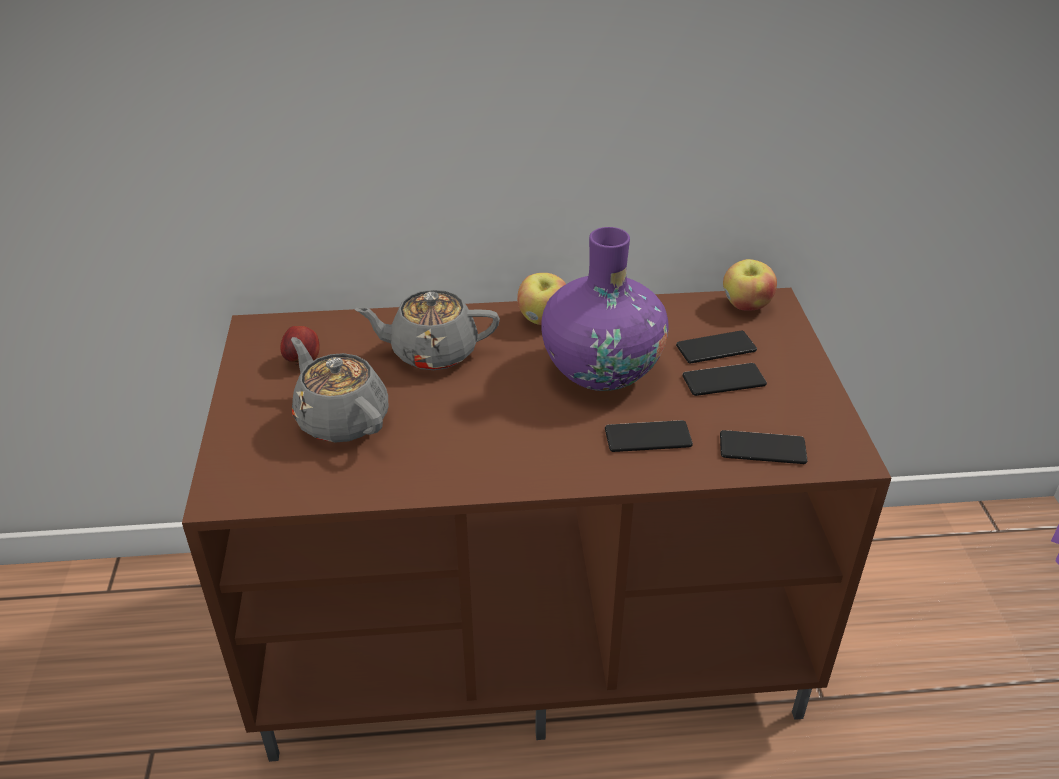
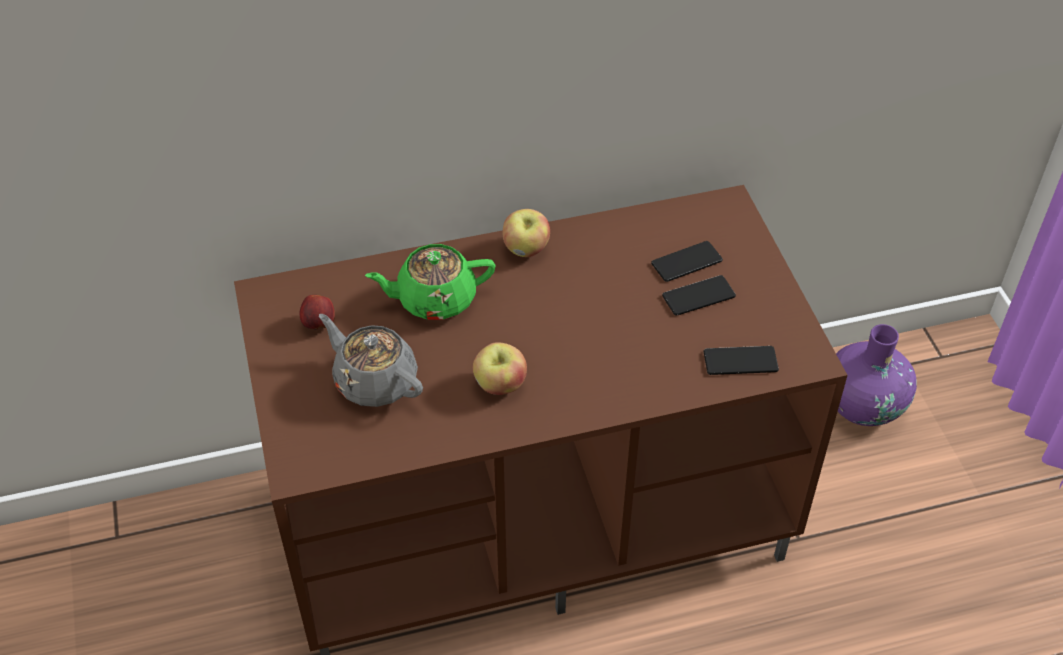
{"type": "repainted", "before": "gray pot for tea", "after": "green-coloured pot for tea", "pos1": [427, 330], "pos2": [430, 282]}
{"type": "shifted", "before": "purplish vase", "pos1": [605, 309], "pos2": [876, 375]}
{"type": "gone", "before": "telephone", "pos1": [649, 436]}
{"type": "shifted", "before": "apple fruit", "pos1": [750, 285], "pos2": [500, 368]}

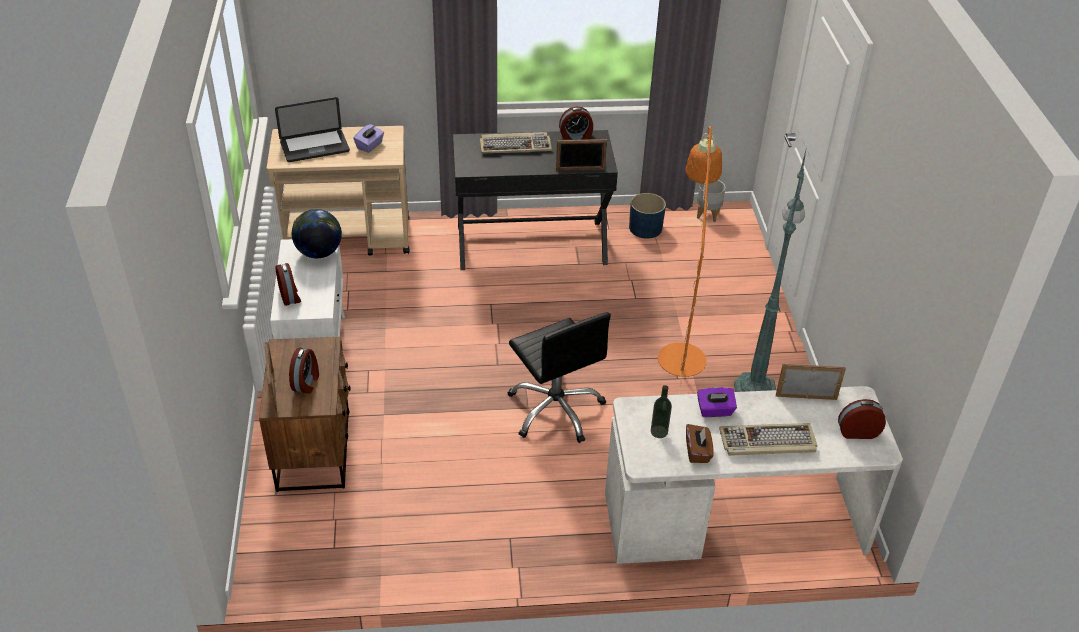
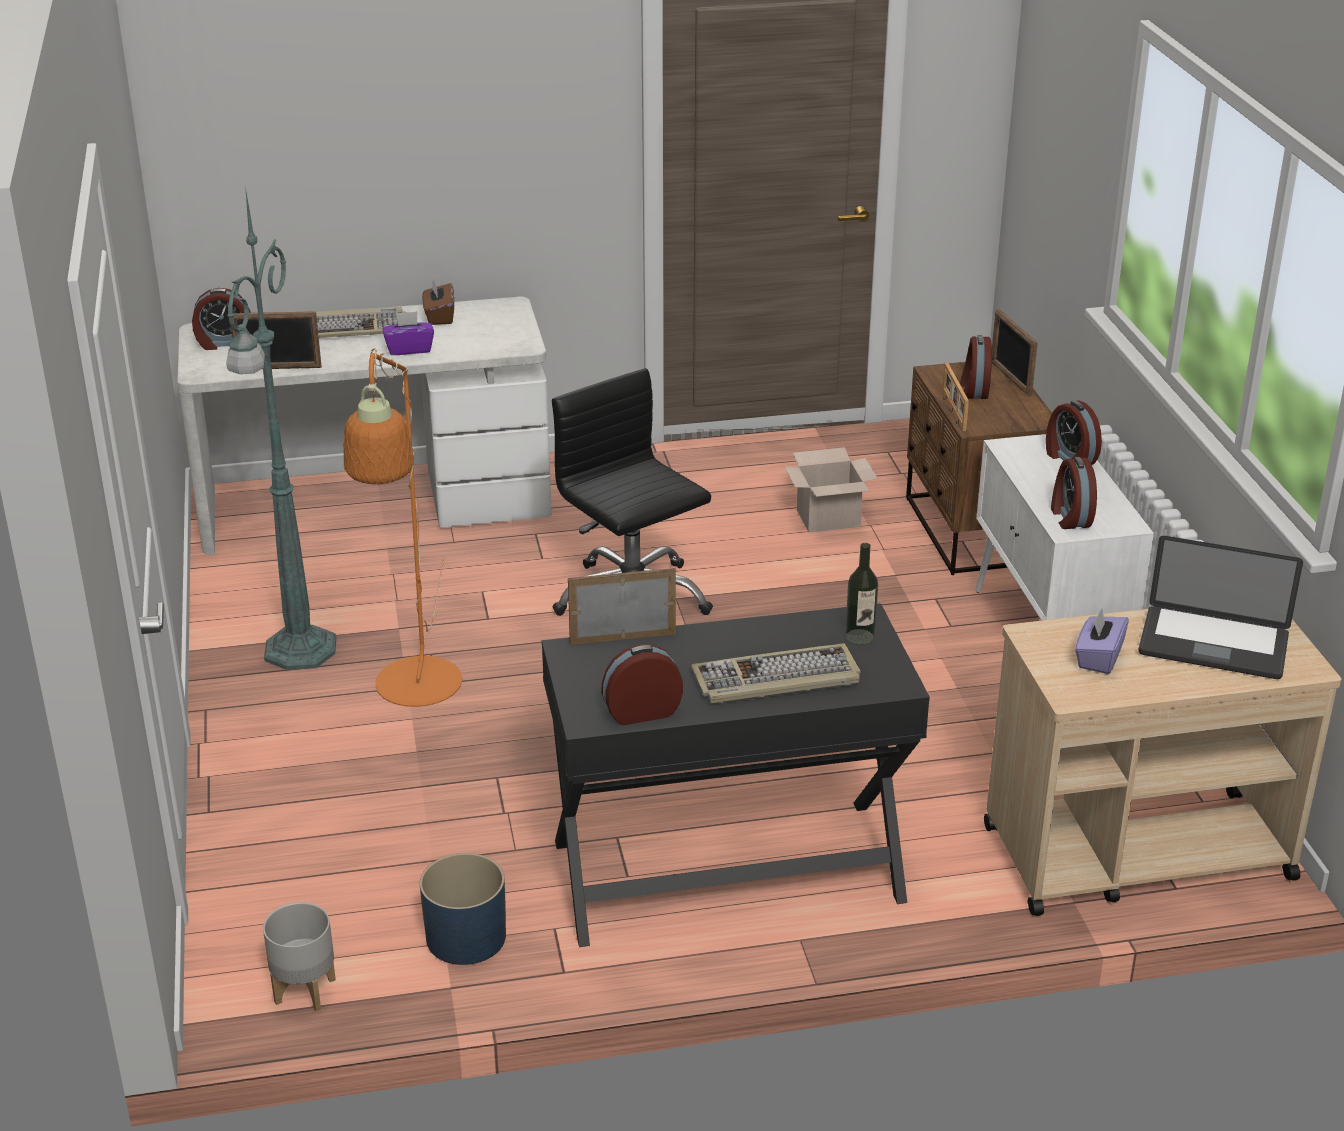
{"type": "rotated", "before": "laptop", "pos1": [312, 129], "pos2": [1220, 607], "turn": -135}
{"type": "swapped", "before": "globe", "after": "table clock", "pos1": [317, 233], "pos2": [1074, 493]}
{"type": "shifted", "before": "bottle", "pos1": [661, 411], "pos2": [861, 594]}
{"type": "new", "after": "packing box", "pos2": [831, 490]}
{"type": "new", "after": "standing frame", "pos2": [955, 397]}

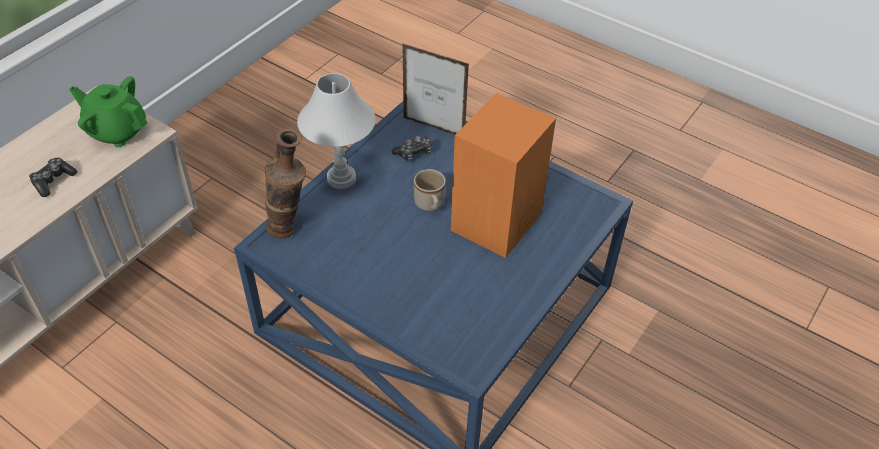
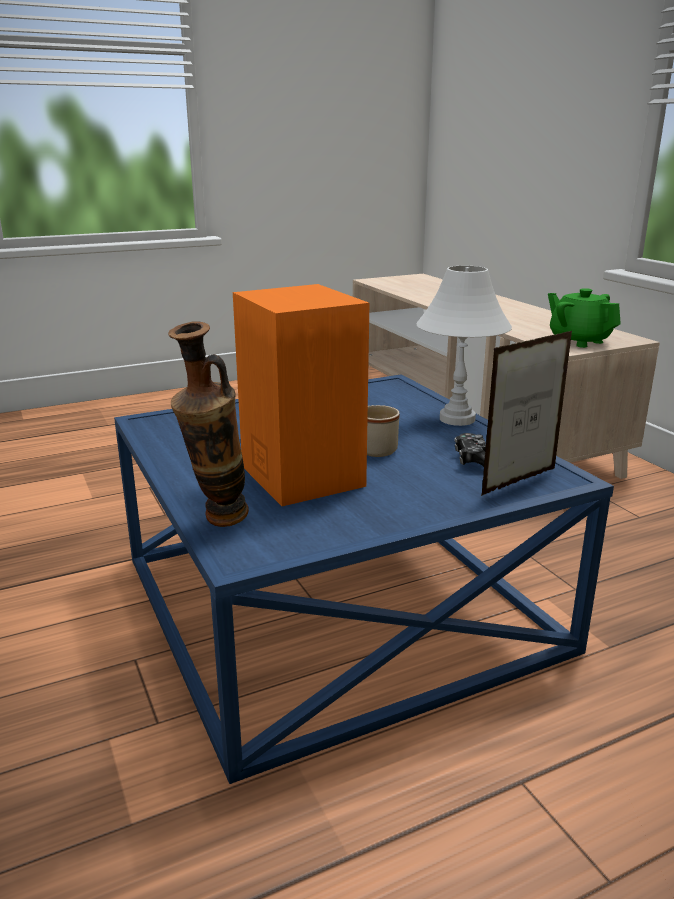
{"type": "gone", "before": "joypad", "pos1": [53, 177]}
{"type": "rotated", "before": "green-coloured pot for tea", "pos1": [108, 111], "pos2": [584, 318], "turn": -90}
{"type": "shifted", "before": "vase", "pos1": [285, 184], "pos2": [208, 424]}

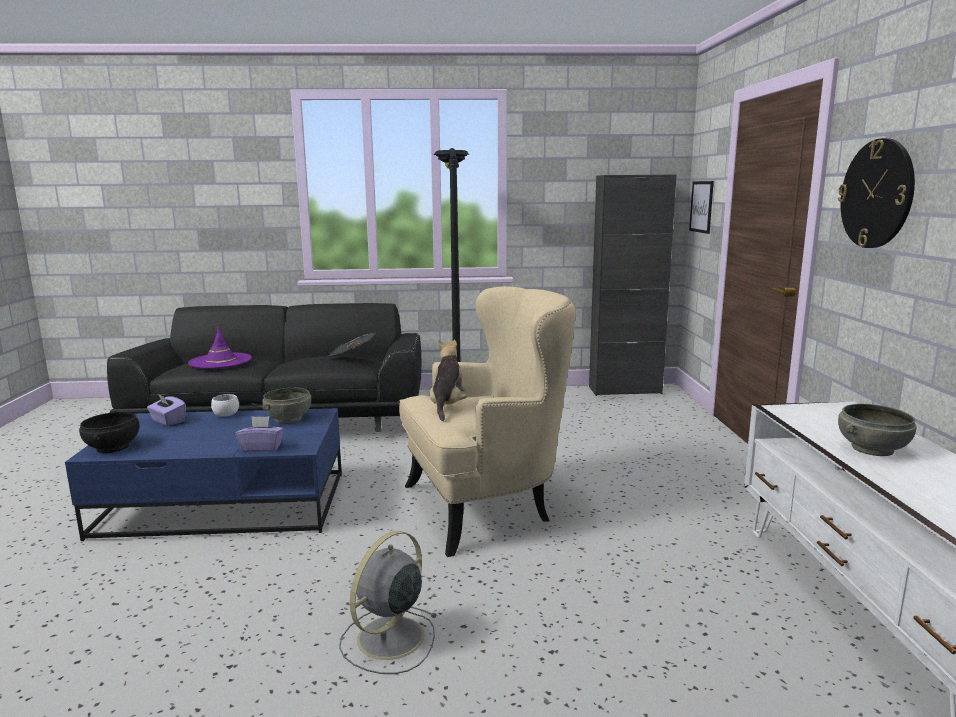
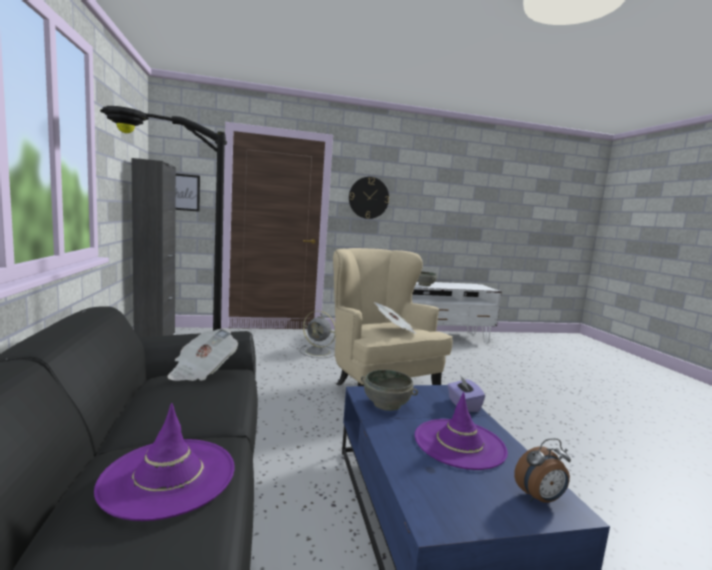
{"type": "swapped", "before": "black-coloured bowl", "after": "table clock", "pos1": [109, 432], "pos2": [542, 470]}
{"type": "gone", "before": "purplish tissue box", "pos1": [166, 409]}
{"type": "gone", "before": "whitish bowl", "pos1": [225, 405]}
{"type": "shifted", "before": "gray electric fan", "pos1": [388, 602], "pos2": [317, 334]}
{"type": "swapped", "before": "plush toy", "after": "newspaper", "pos1": [448, 380], "pos2": [395, 318]}
{"type": "new", "after": "purplish clothing hat", "pos2": [461, 431]}

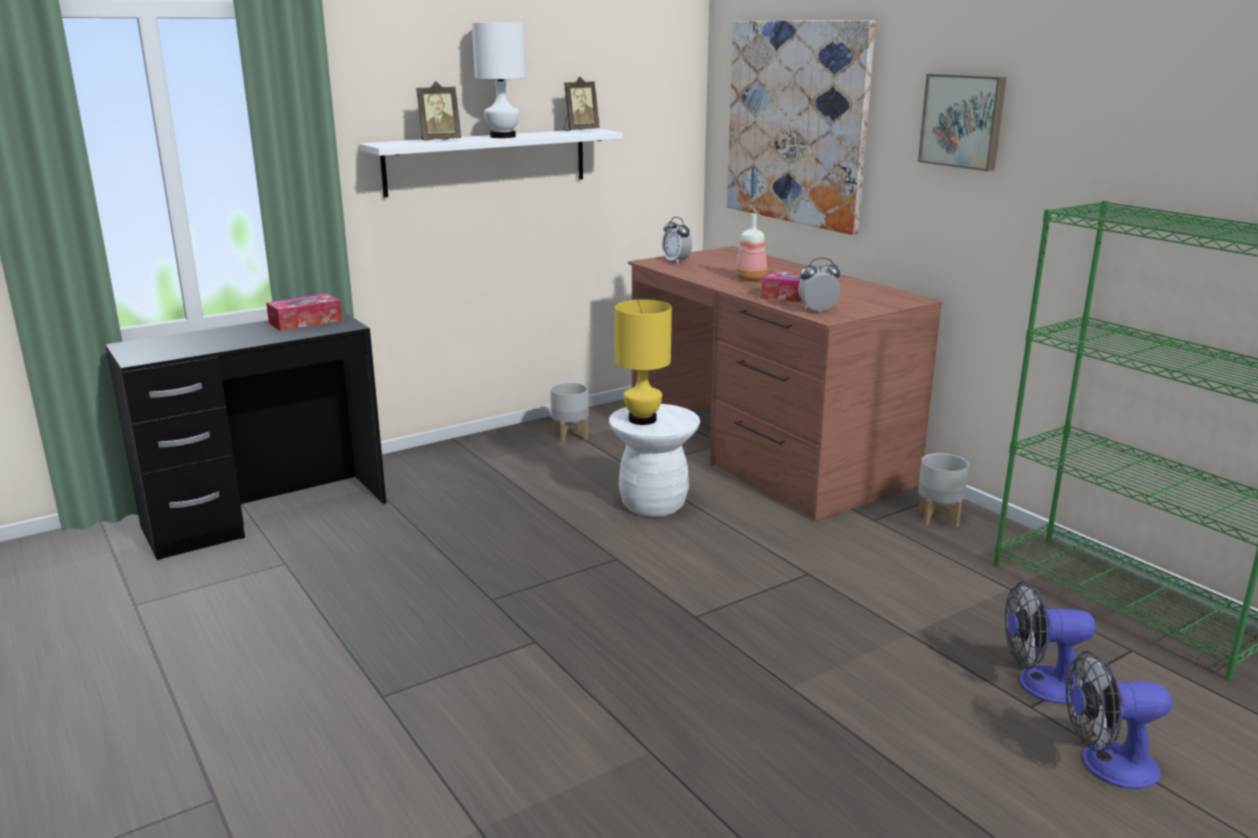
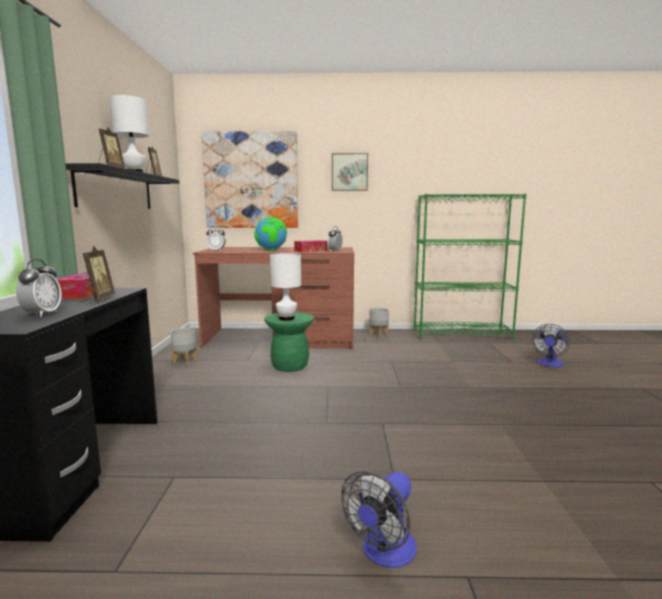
{"type": "repainted", "before": "whitish bracket shelf", "after": "black-coloured bracket shelf", "pos1": [490, 163], "pos2": [122, 186]}
{"type": "repainted", "before": "whitish sitting stool", "after": "green-coloured sitting stool", "pos1": [654, 460], "pos2": [289, 342]}
{"type": "repainted", "before": "yellow lamp for a table", "after": "whitish lamp for a table", "pos1": [643, 362], "pos2": [285, 287]}
{"type": "swapped", "before": "bottle", "after": "globe", "pos1": [751, 247], "pos2": [270, 233]}
{"type": "shifted", "before": "electric fan", "pos1": [1050, 642], "pos2": [379, 519]}
{"type": "new", "after": "table clock", "pos2": [39, 288]}
{"type": "new", "after": "standing frame", "pos2": [98, 274]}

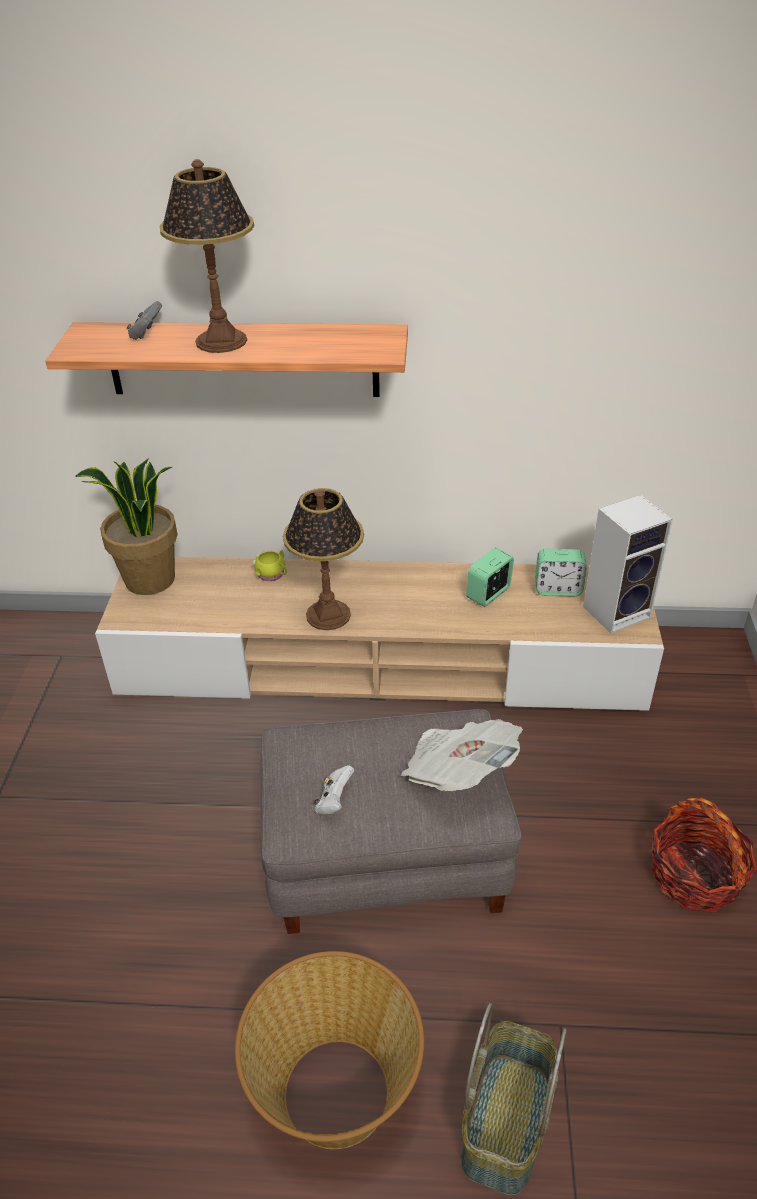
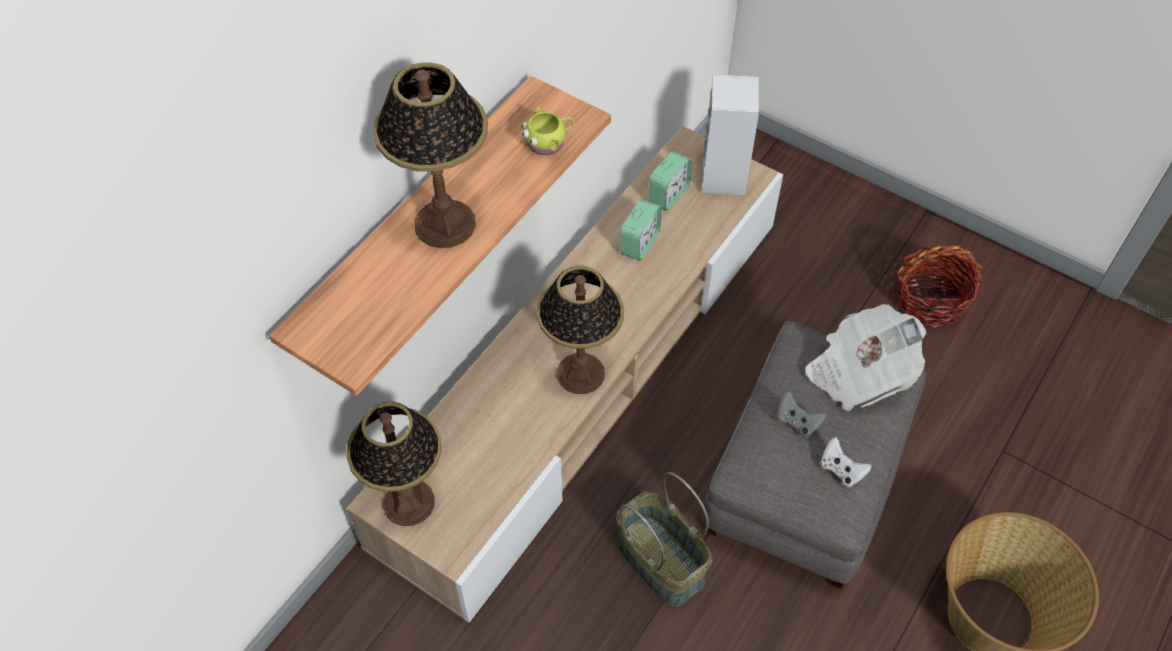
{"type": "swapped", "before": "houseplant", "after": "lamp for a table", "pos1": [126, 526], "pos2": [393, 464]}
{"type": "shifted", "before": "gray joypad", "pos1": [144, 320], "pos2": [801, 413]}
{"type": "shifted", "before": "yellow mug", "pos1": [269, 565], "pos2": [548, 131]}
{"type": "shifted", "before": "basket", "pos1": [514, 1099], "pos2": [664, 539]}
{"type": "rotated", "before": "table clock", "pos1": [490, 577], "pos2": [640, 230], "turn": -135}

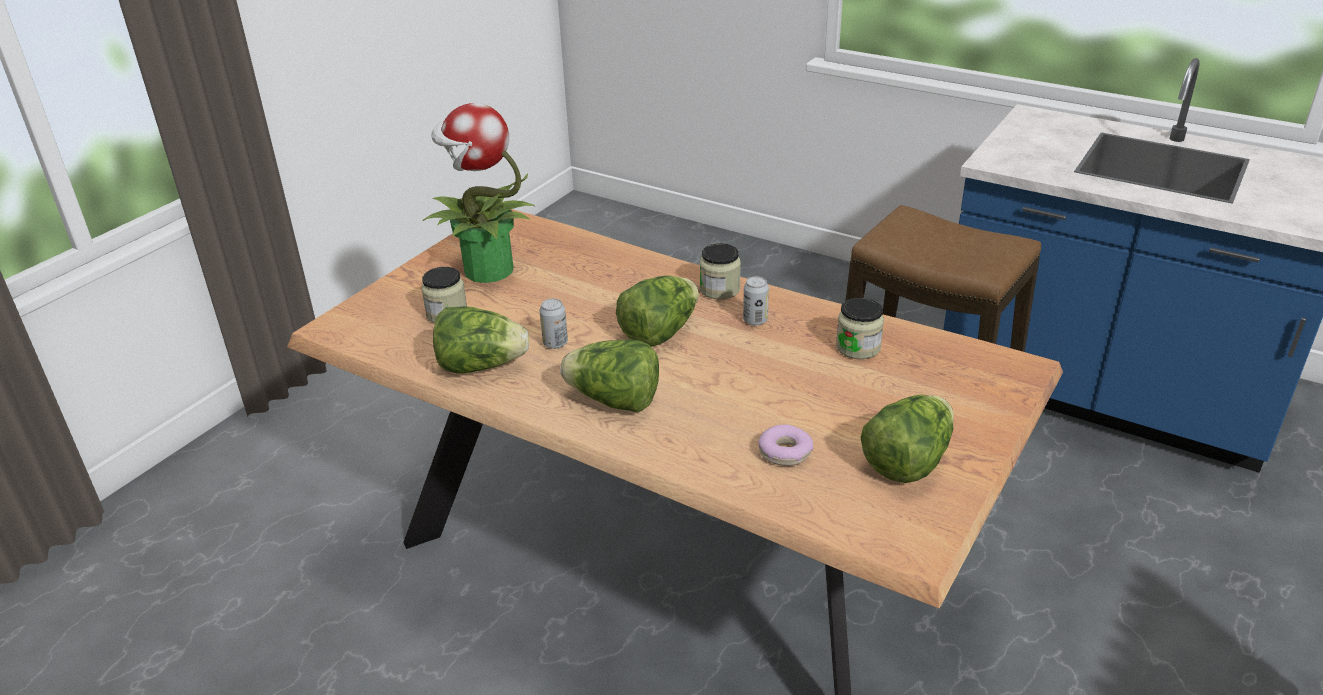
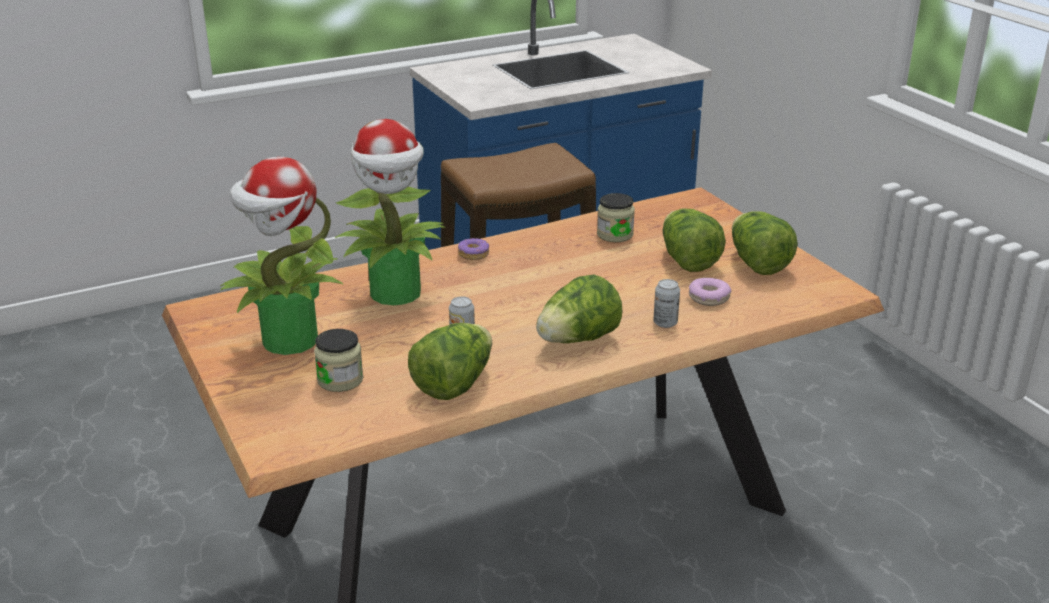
{"type": "shifted", "before": "lettuce head", "pos1": [657, 311], "pos2": [694, 240]}
{"type": "swapped", "before": "storage jar", "after": "ring doughnut", "pos1": [720, 271], "pos2": [473, 249]}
{"type": "shifted", "before": "can", "pos1": [756, 301], "pos2": [666, 303]}
{"type": "new", "after": "houseplant", "pos2": [390, 212]}

